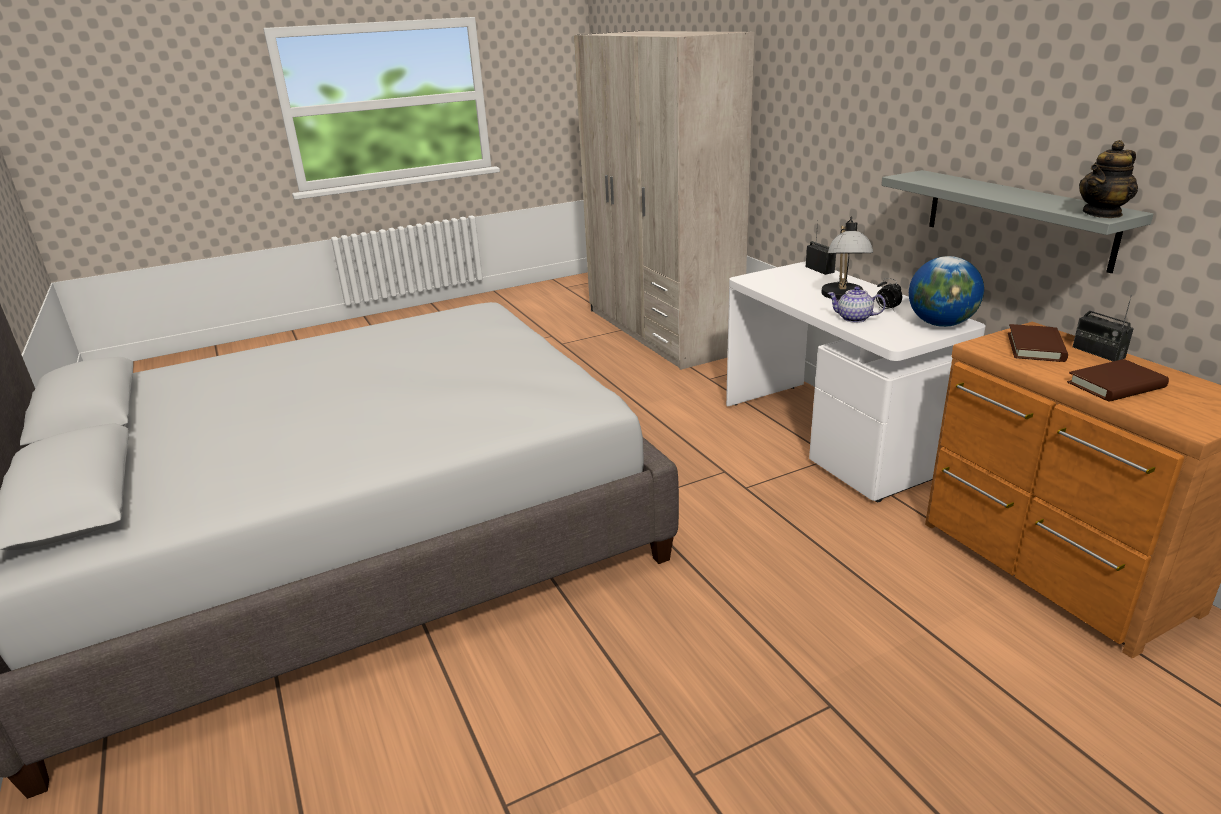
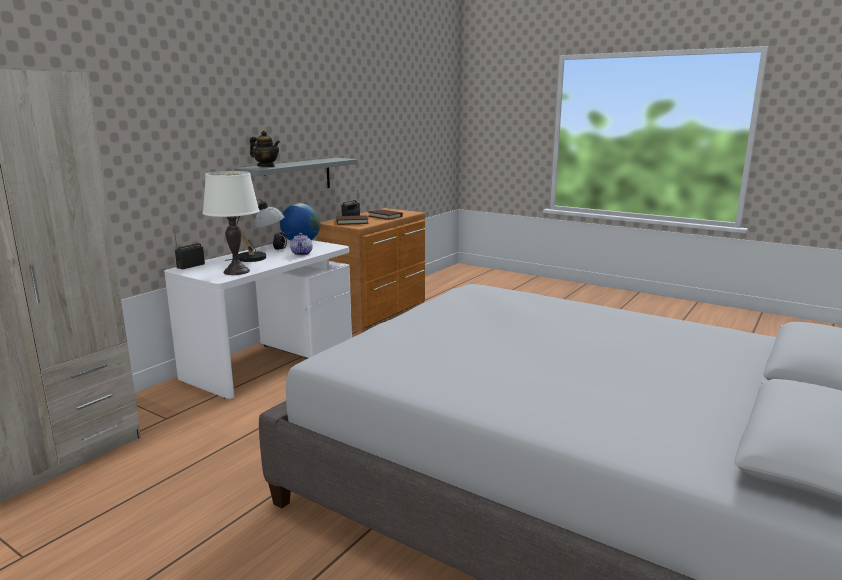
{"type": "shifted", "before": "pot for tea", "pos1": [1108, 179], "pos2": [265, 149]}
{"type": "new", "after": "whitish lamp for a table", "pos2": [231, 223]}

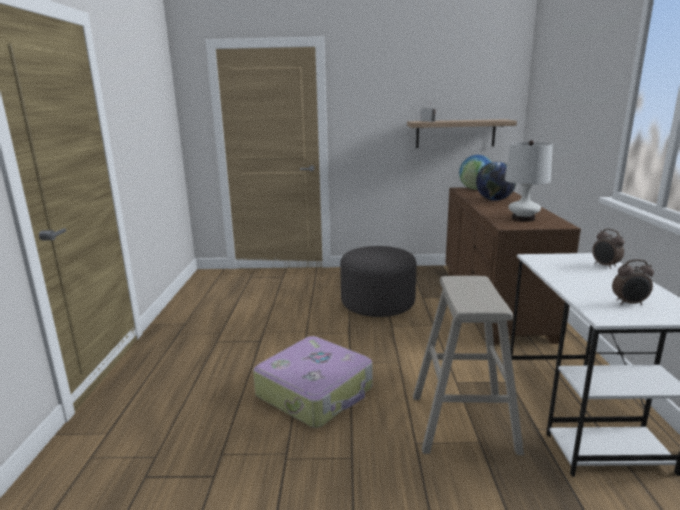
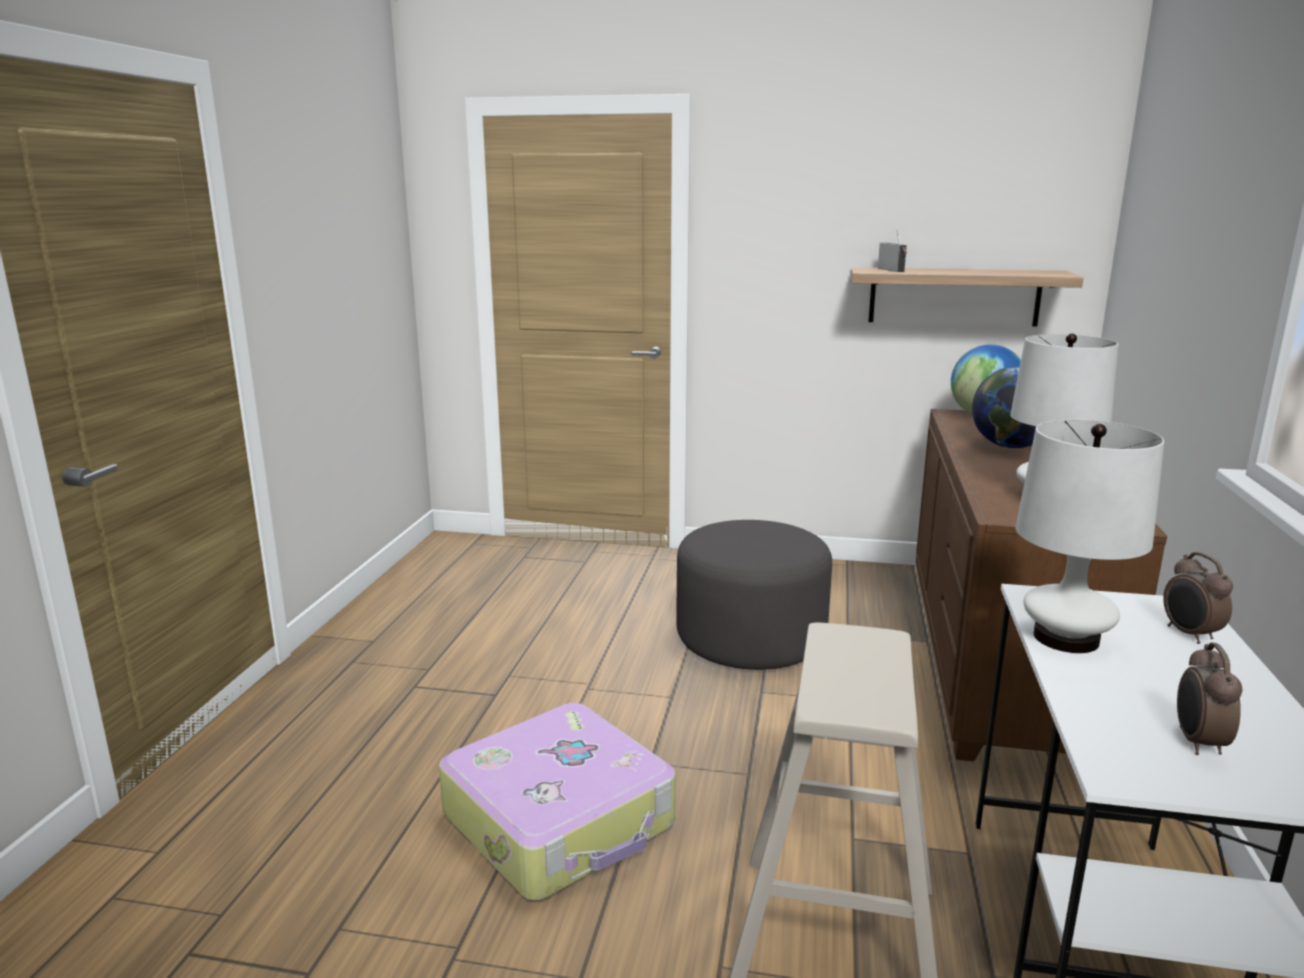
{"type": "rotated", "before": "table clock", "pos1": [633, 282], "pos2": [1209, 698], "turn": 90}
{"type": "new", "after": "whitish lamp for a table", "pos2": [1089, 536]}

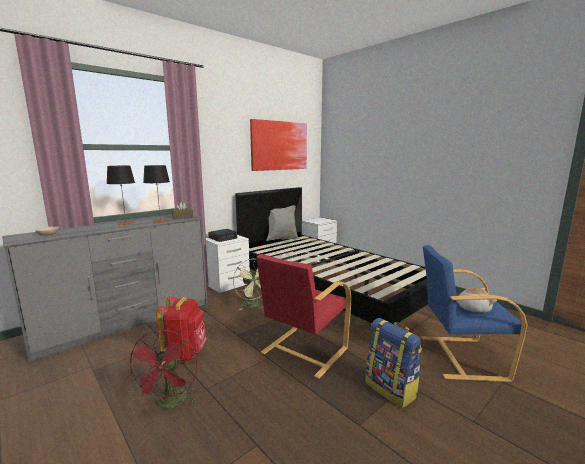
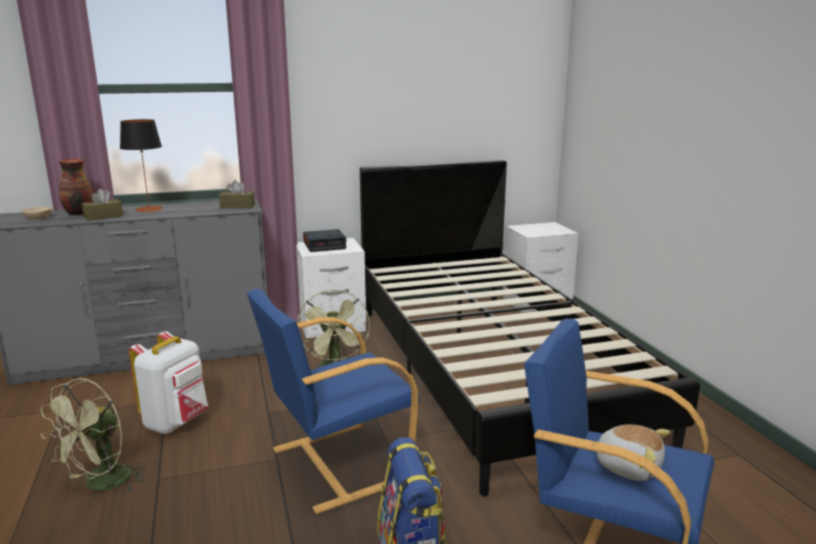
{"type": "repainted", "before": "red-coloured electric fan", "after": "green-coloured electric fan", "pos1": [162, 369], "pos2": [93, 435]}
{"type": "gone", "before": "lamp for a table", "pos1": [156, 194]}
{"type": "repainted", "before": "red-coloured knapsack", "after": "whitish knapsack", "pos1": [181, 329], "pos2": [168, 382]}
{"type": "gone", "before": "wall picture", "pos1": [278, 145]}
{"type": "repainted", "before": "red-coloured easy chair", "after": "blue easy chair", "pos1": [303, 316], "pos2": [333, 401]}
{"type": "gone", "before": "gray cushion", "pos1": [282, 223]}
{"type": "new", "after": "vase", "pos2": [76, 187]}
{"type": "new", "after": "brown tissue box", "pos2": [102, 205]}

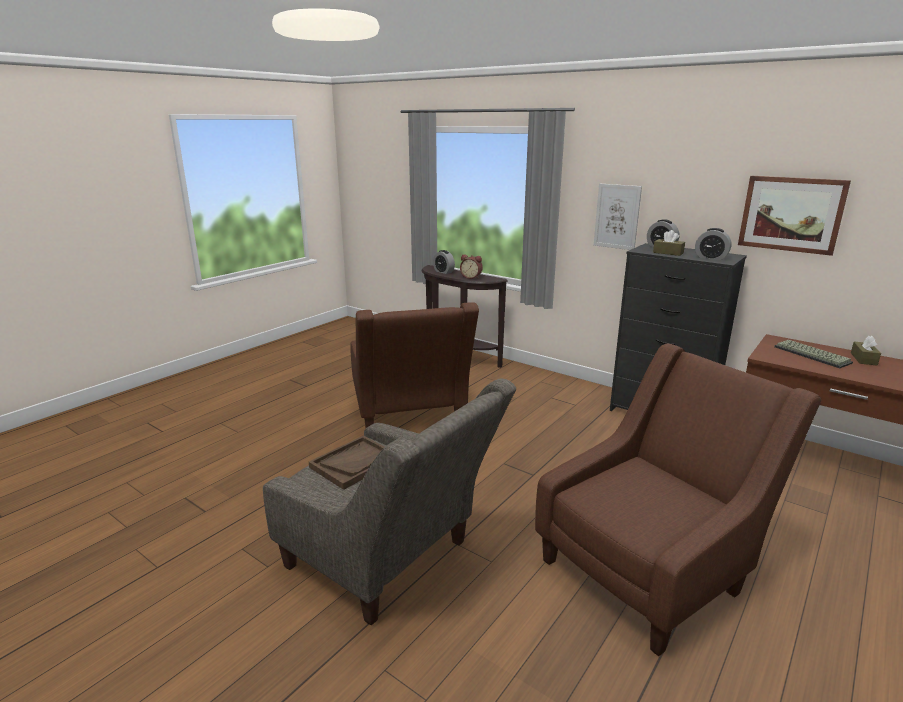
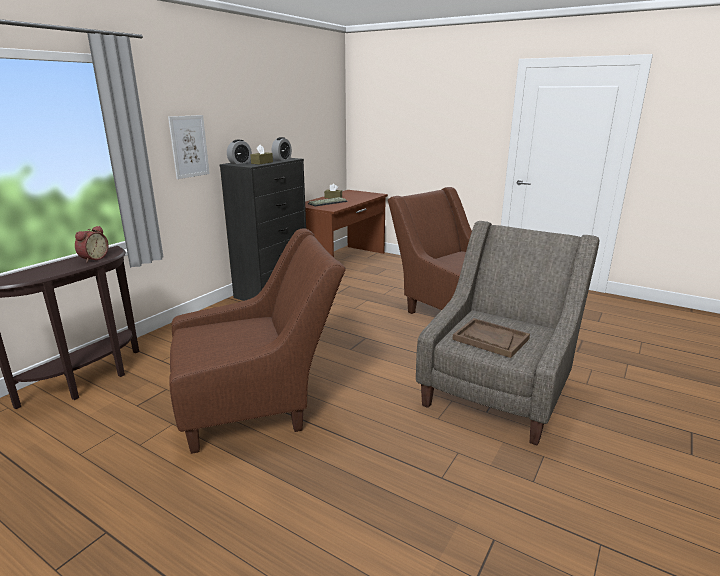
{"type": "gone", "before": "table clock", "pos1": [444, 262]}
{"type": "gone", "before": "wall picture", "pos1": [794, 216]}

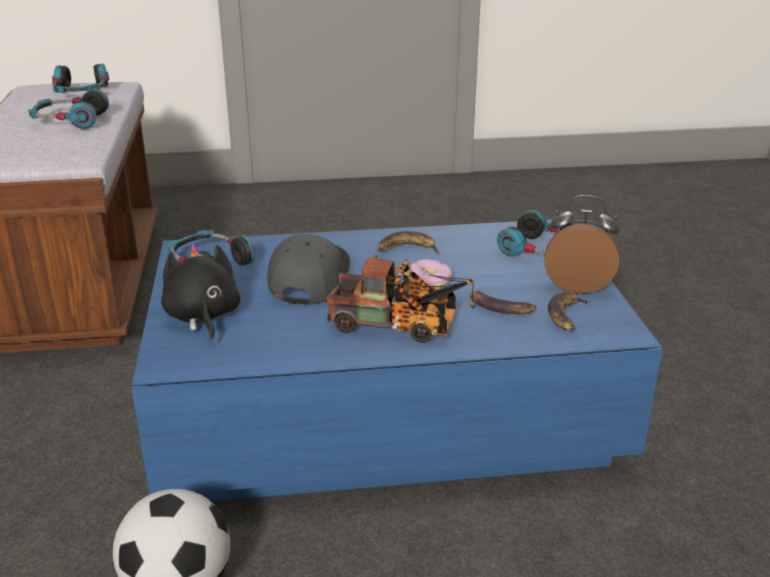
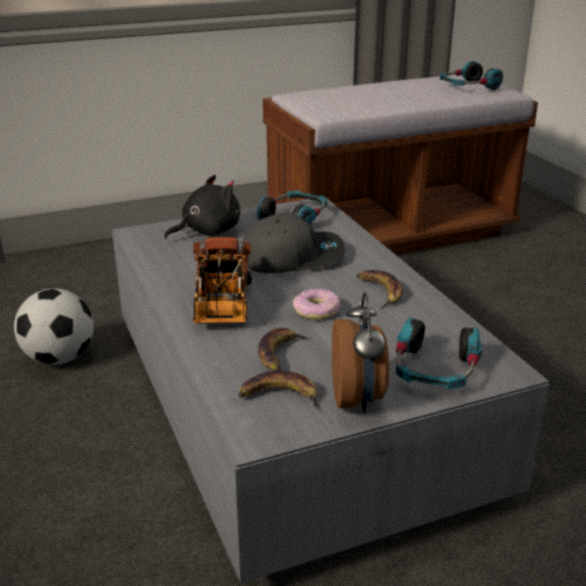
{"type": "gone", "before": "headset", "pos1": [68, 109]}
{"type": "repainted", "before": "blue coffee table", "after": "gray coffee table", "pos1": [397, 360], "pos2": [330, 390]}

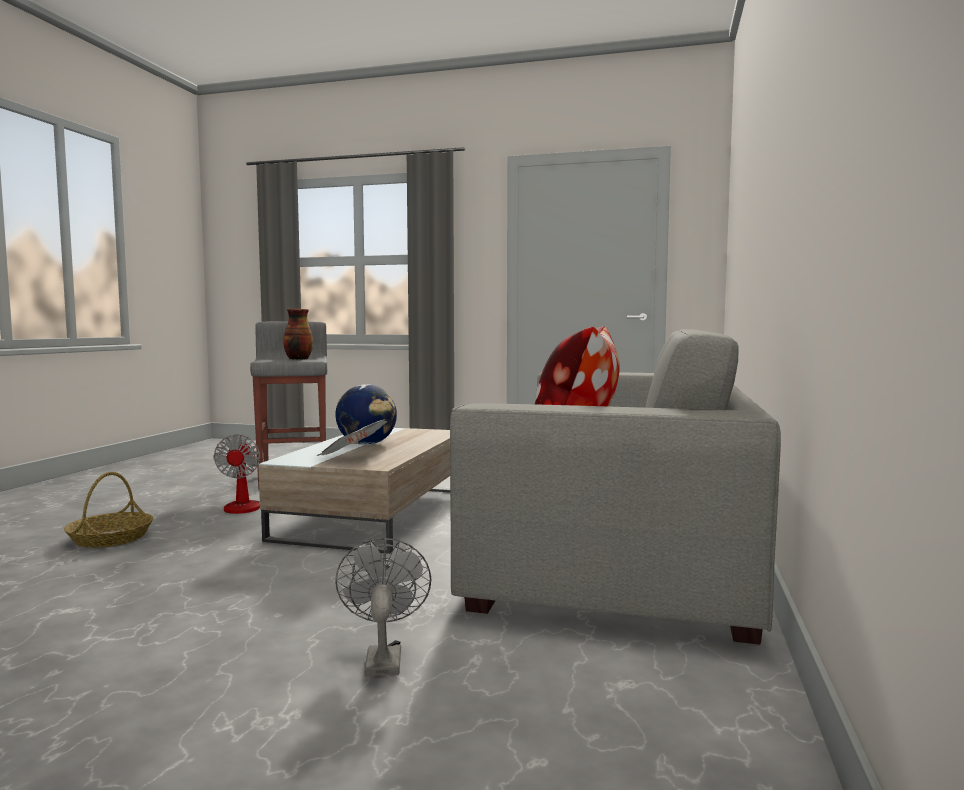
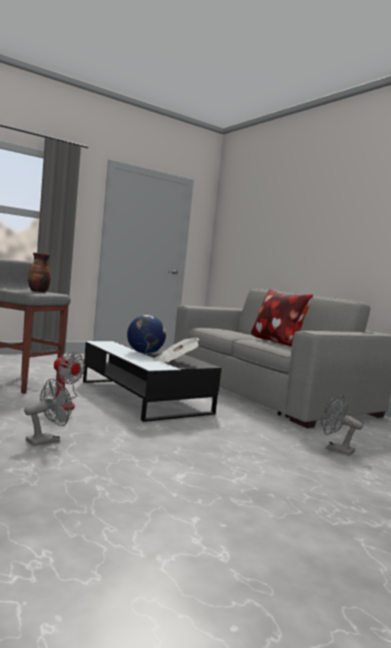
{"type": "swapped", "before": "basket", "after": "gray electric fan", "pos1": [108, 510], "pos2": [48, 412]}
{"type": "repainted", "before": "sand-coloured coffee table", "after": "black-coloured coffee table", "pos1": [354, 491], "pos2": [152, 381]}

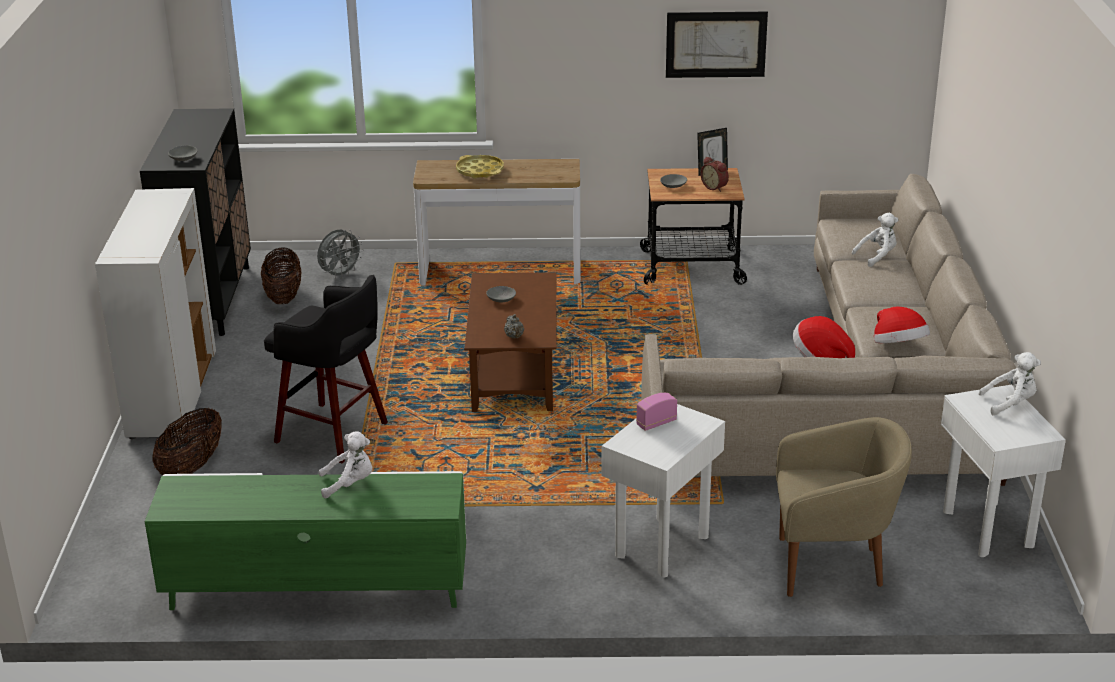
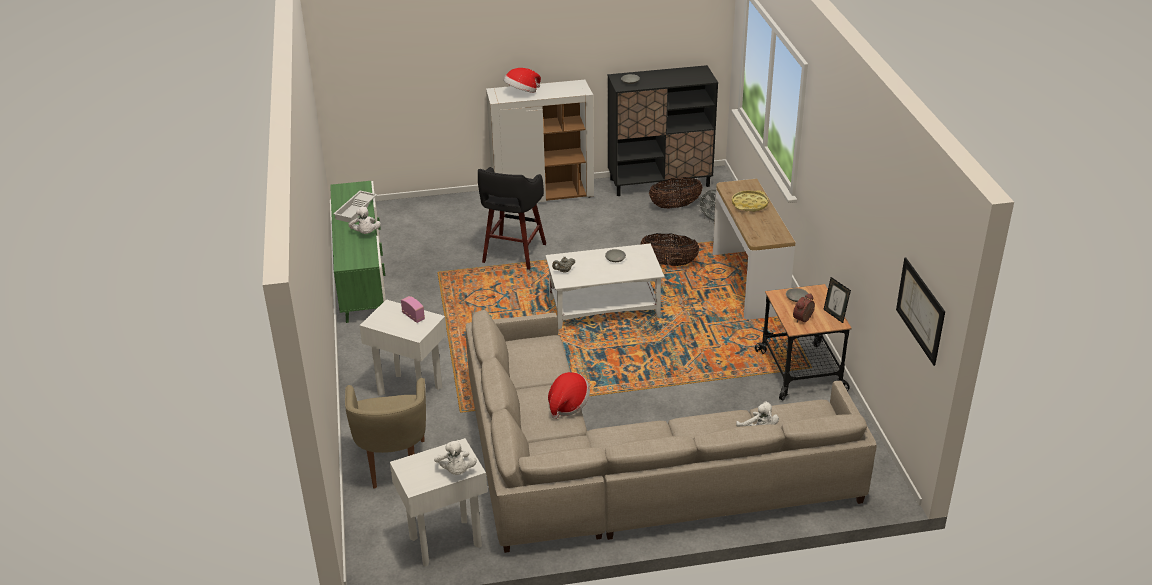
{"type": "shifted", "before": "basket", "pos1": [187, 441], "pos2": [670, 249]}
{"type": "repainted", "before": "brown coffee table", "after": "whitish coffee table", "pos1": [510, 342], "pos2": [605, 287]}
{"type": "shifted", "before": "wall picture", "pos1": [717, 45], "pos2": [920, 311]}
{"type": "shifted", "before": "clothing hat", "pos1": [902, 325], "pos2": [522, 80]}
{"type": "new", "after": "whitish carrying tray", "pos2": [355, 206]}

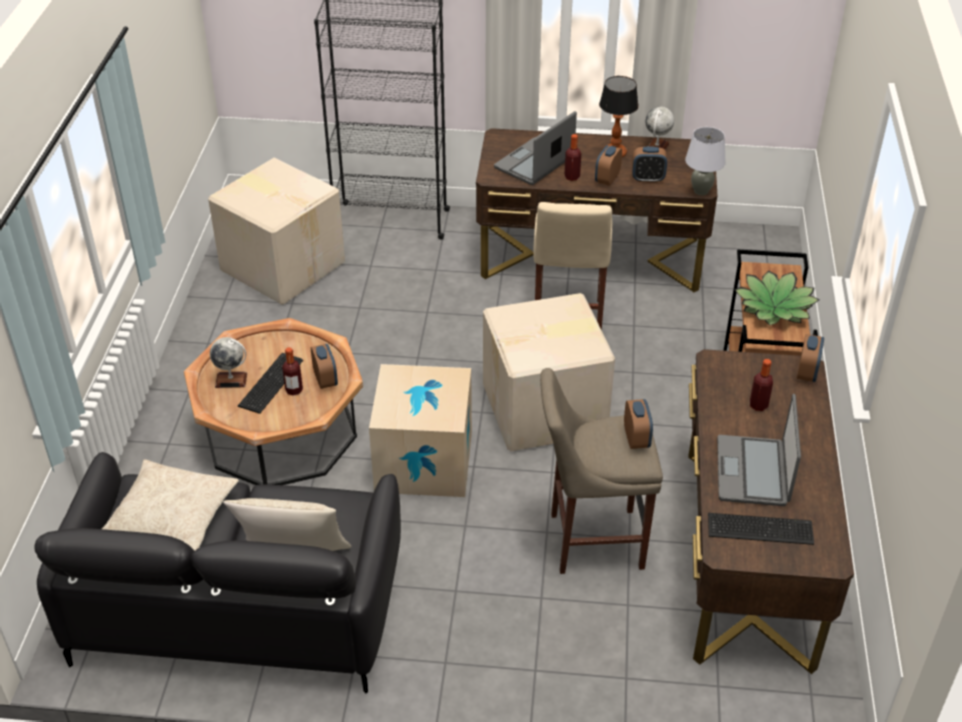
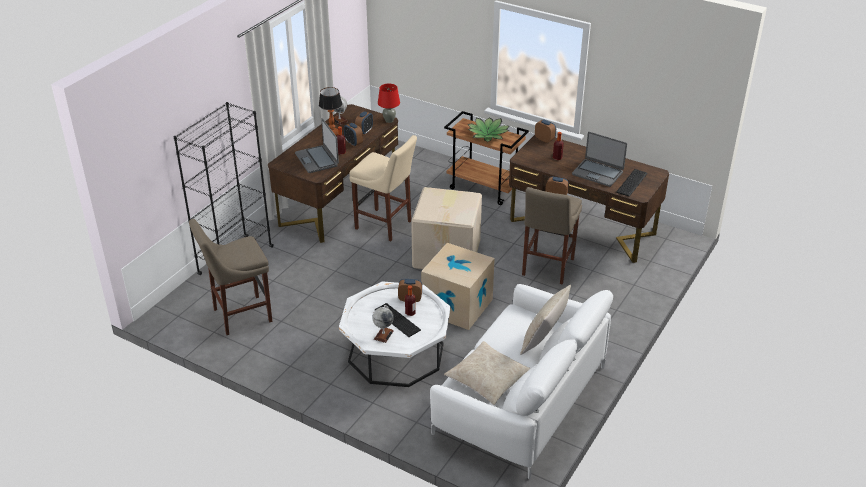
{"type": "repainted", "before": "black-coloured couch", "after": "whitish couch", "pos1": [217, 573], "pos2": [521, 381]}
{"type": "repainted", "before": "brown coffee table", "after": "whitish coffee table", "pos1": [273, 401], "pos2": [394, 334]}
{"type": "swapped", "before": "packing box", "after": "sand-coloured sitting stool", "pos1": [276, 231], "pos2": [230, 277]}
{"type": "repainted", "before": "gray lamp for a table", "after": "red-coloured lamp for a table", "pos1": [705, 161], "pos2": [389, 103]}

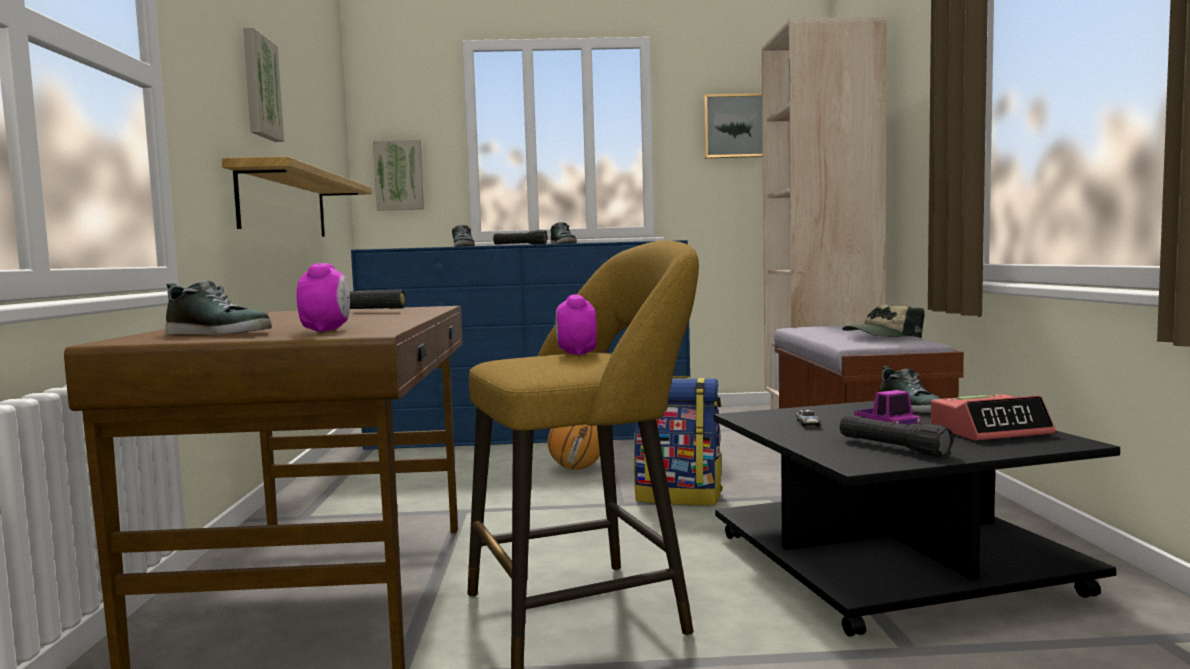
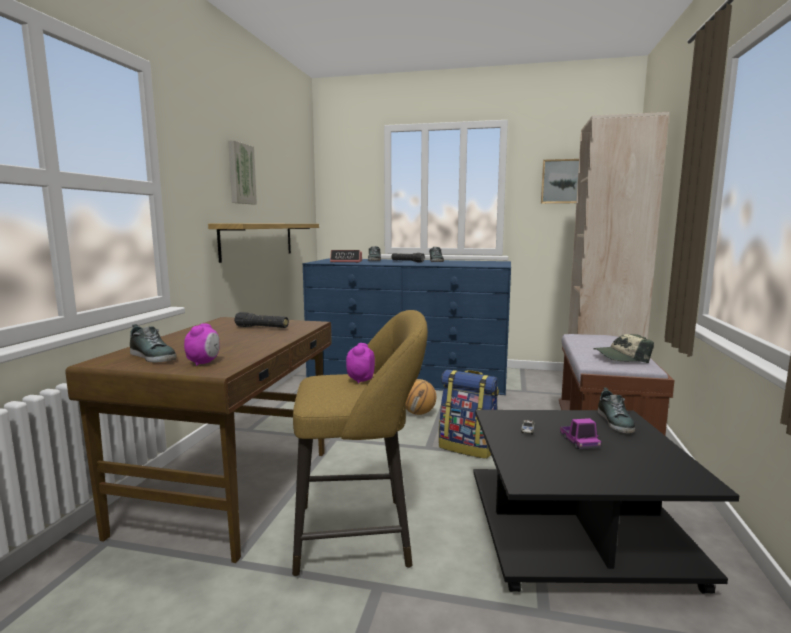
{"type": "gone", "before": "wall picture", "pos1": [398, 175]}
{"type": "gone", "before": "black-coloured flashlight", "pos1": [897, 436]}
{"type": "shifted", "before": "table clock", "pos1": [993, 417], "pos2": [346, 256]}

